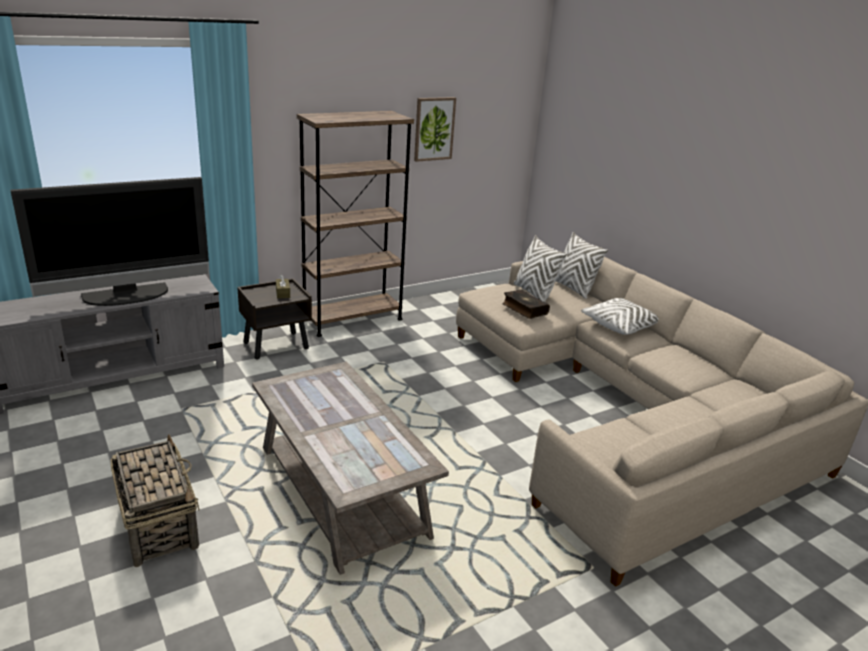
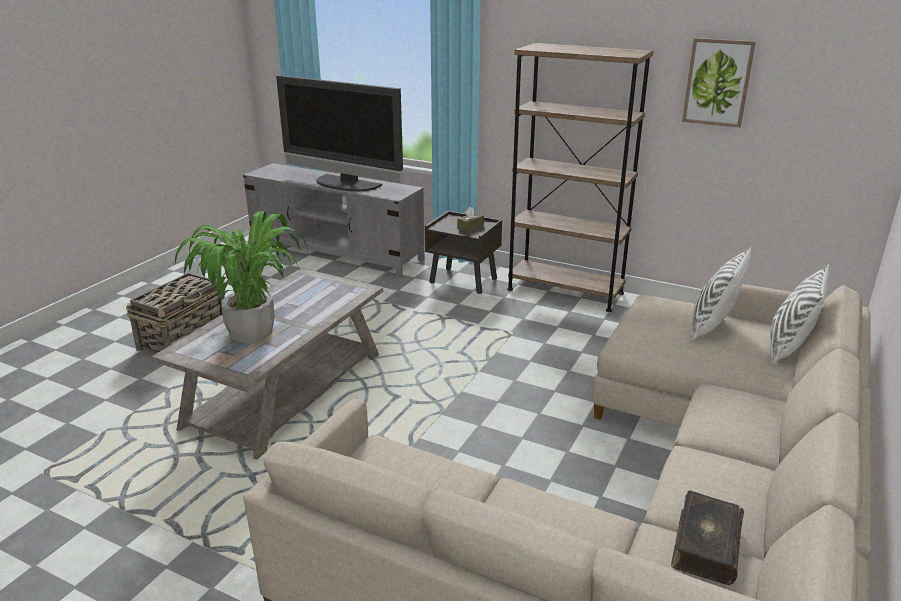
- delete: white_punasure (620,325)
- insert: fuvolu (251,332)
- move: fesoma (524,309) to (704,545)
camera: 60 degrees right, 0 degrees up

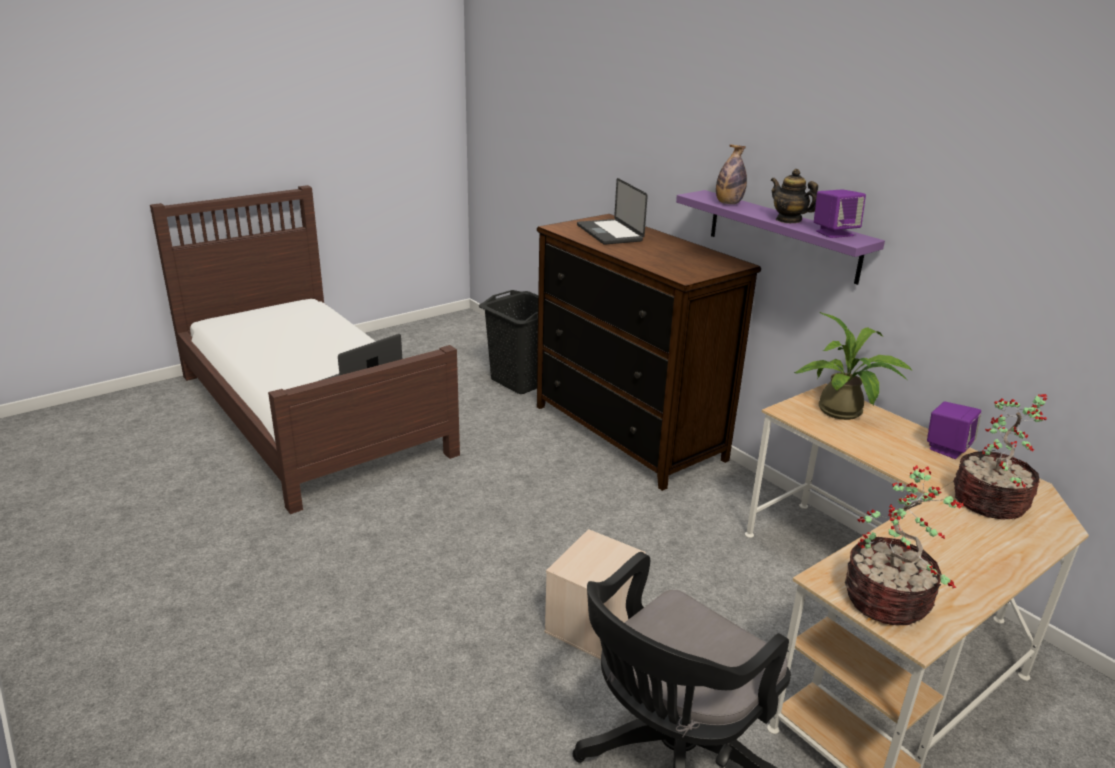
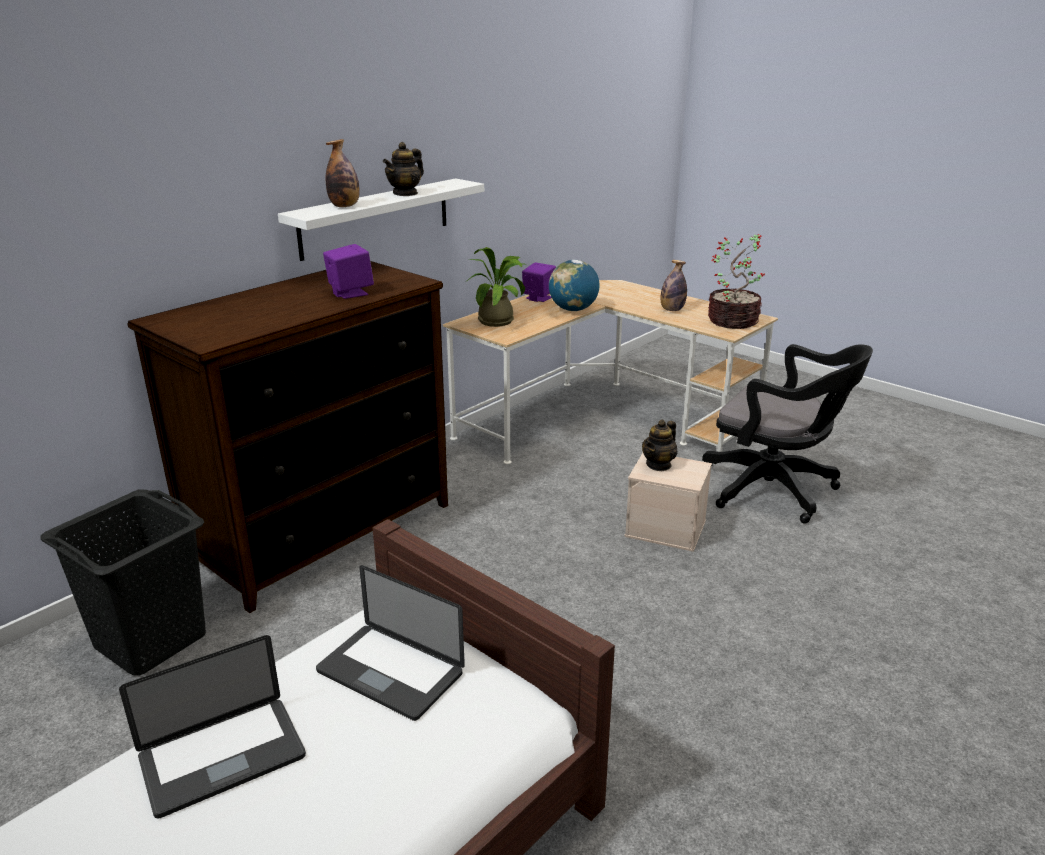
- delete: fuvolu (989,503)
- insert: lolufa (573,309)
- insert: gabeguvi (659,465)
- insert: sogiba (672,310)
- move: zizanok (609,233) to (222,757)
- move: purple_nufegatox (834,233) to (350,293)
- recolor: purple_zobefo (782,235) to white_zobefo (376,218)
camera: 100 degrees left, 0 degrees up

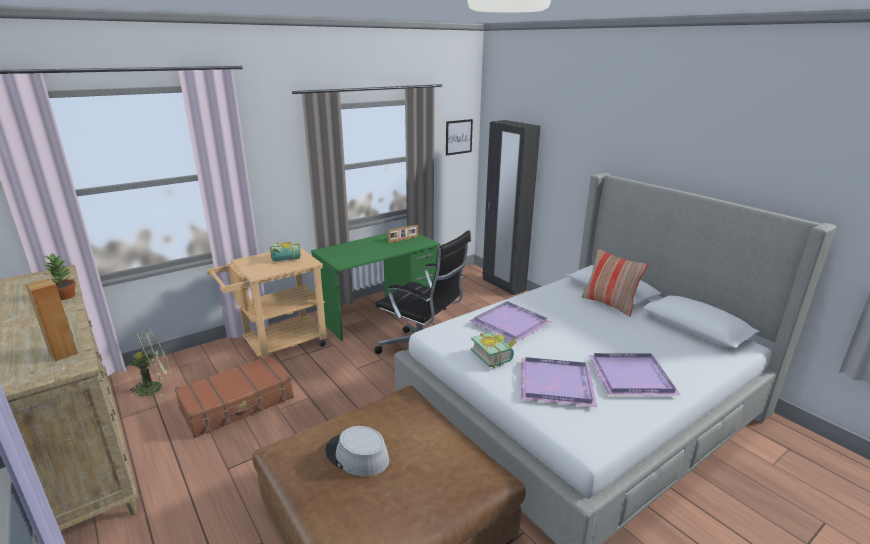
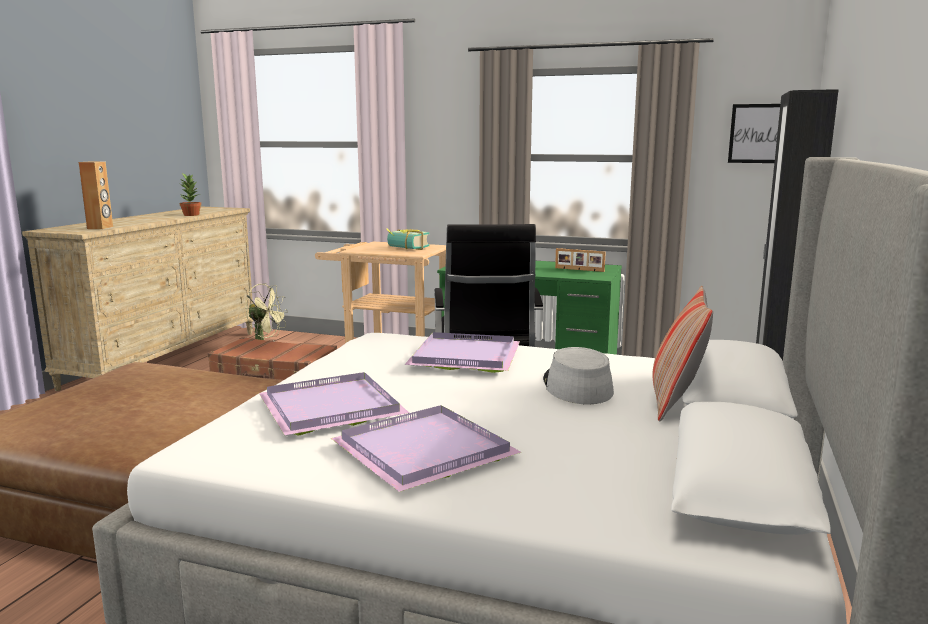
- delete: fesoma (495,356)
- move: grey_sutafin (357,456) to (576,386)
camera: 55 degrees right, 10 degrees down

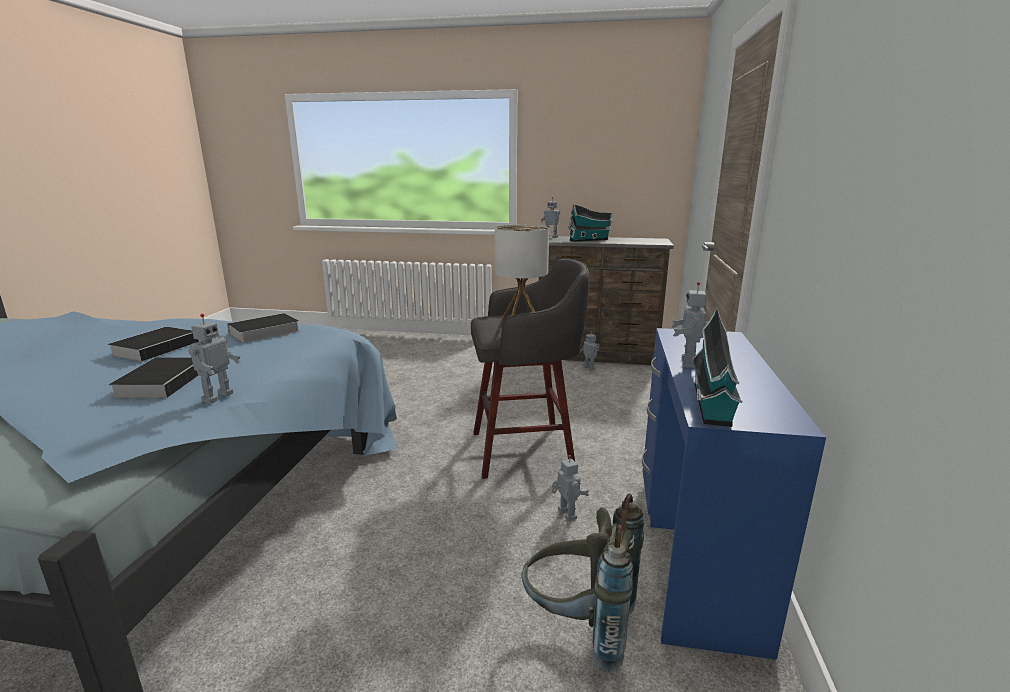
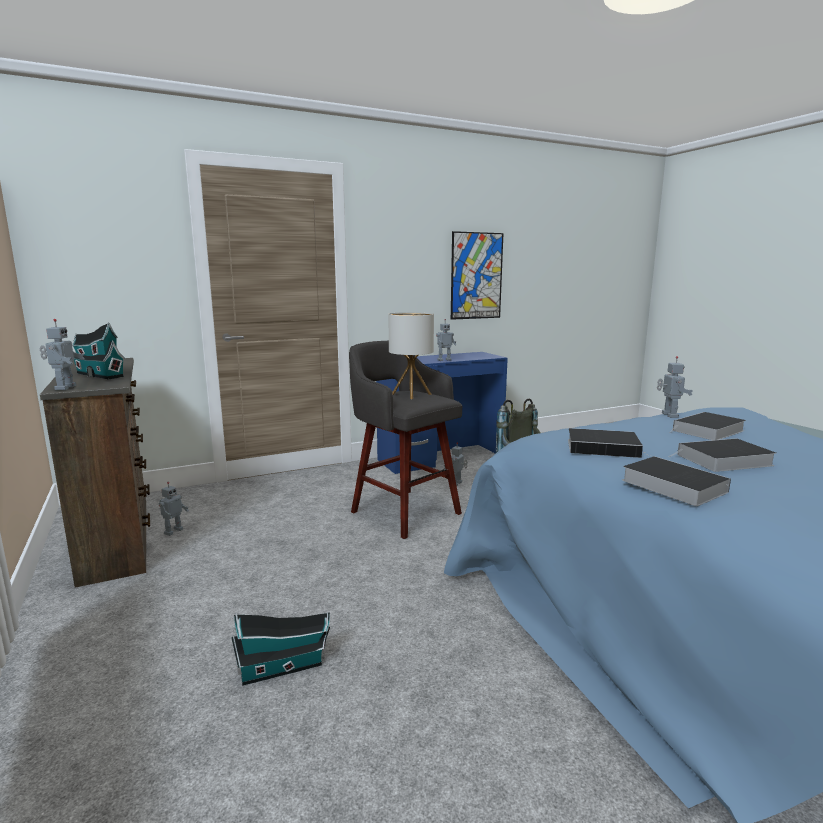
- insert: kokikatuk (476,276)
- insert: fesoma (670,485)
- move: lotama (712,405) to (284,667)
- rotate: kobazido (216,397) = (668,415) 105 degrees clockwise
camera: 125 degrees left, 5 degrees down

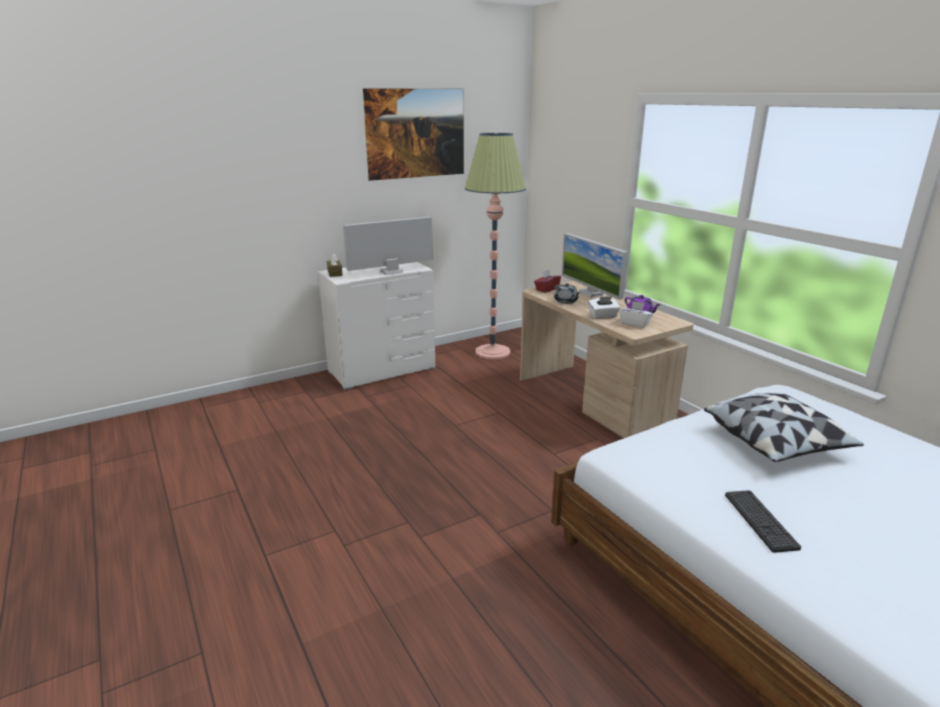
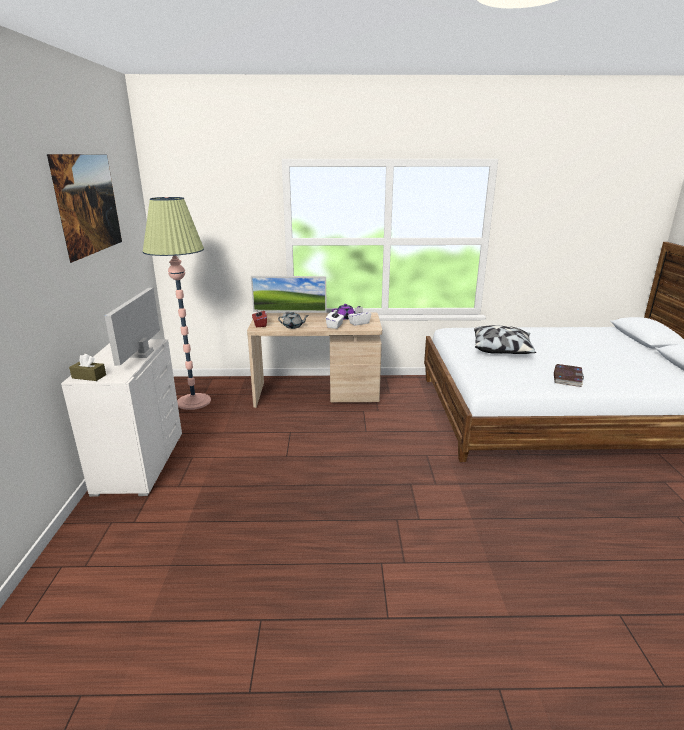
- replace: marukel (760,520) to fesoma (567,377)
camera: 60 degrees left, 0 degrees up

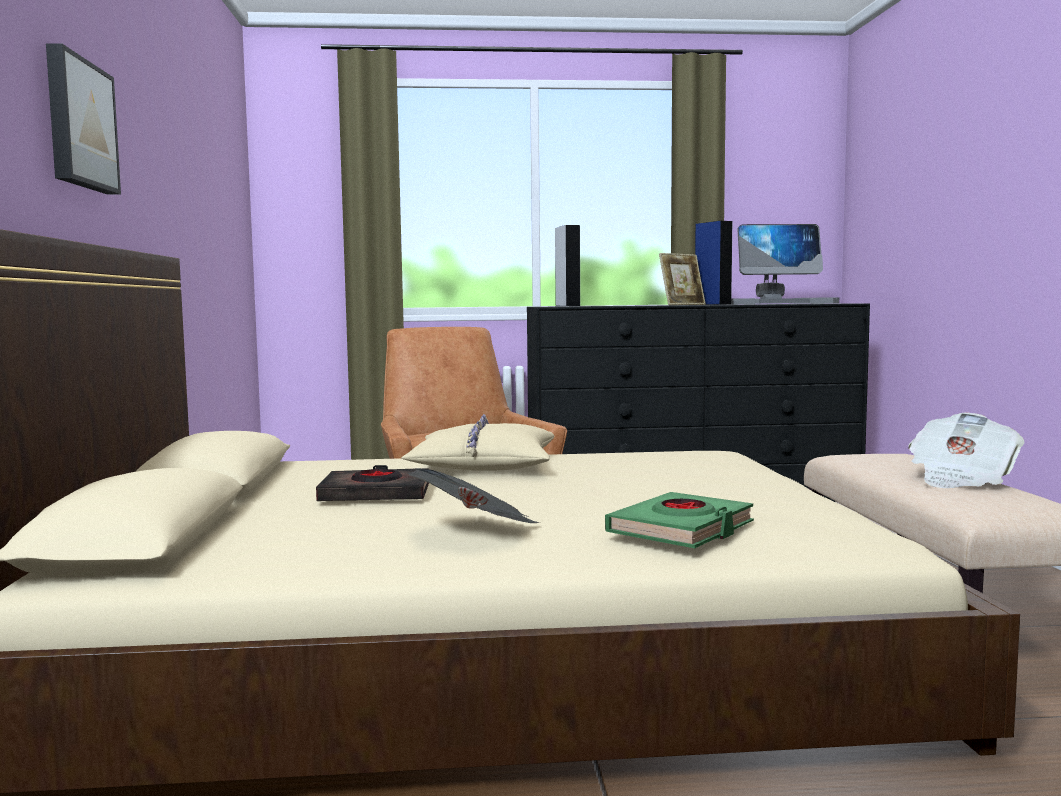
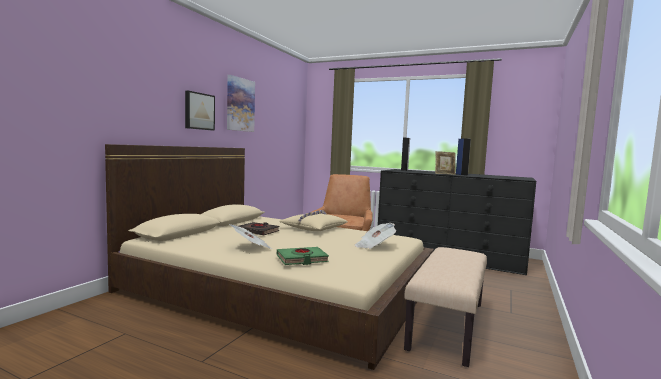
- delete: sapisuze (776,303)
- insert: kokikatuk (240,104)
- move: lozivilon (960,479) to (374,246)
camera: 30 degrees right, 0 degrees up

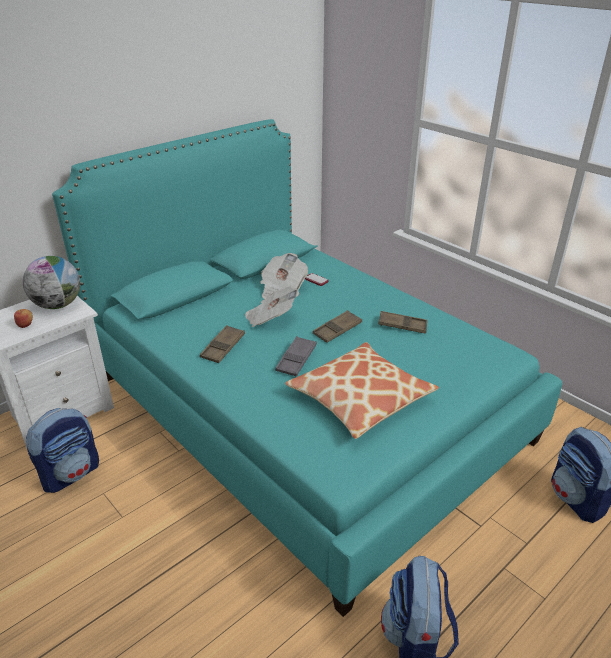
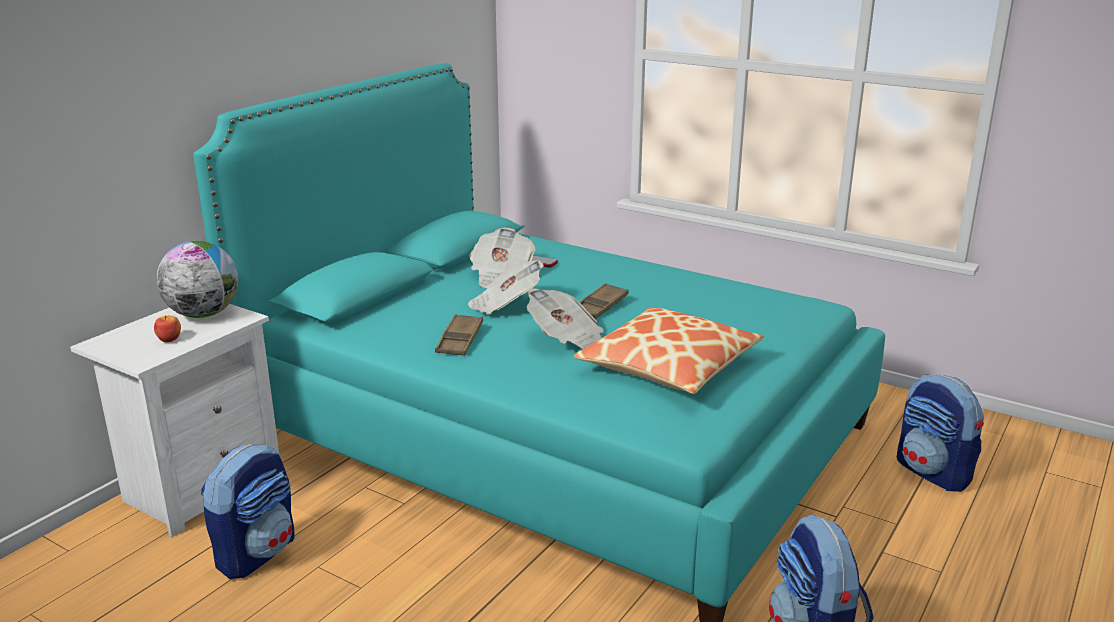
- delete: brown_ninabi (402,325)
- replace: grey_ninabi (296,359) to lozivilon (566,339)
camera: 15 degrees left, 10 degrees down

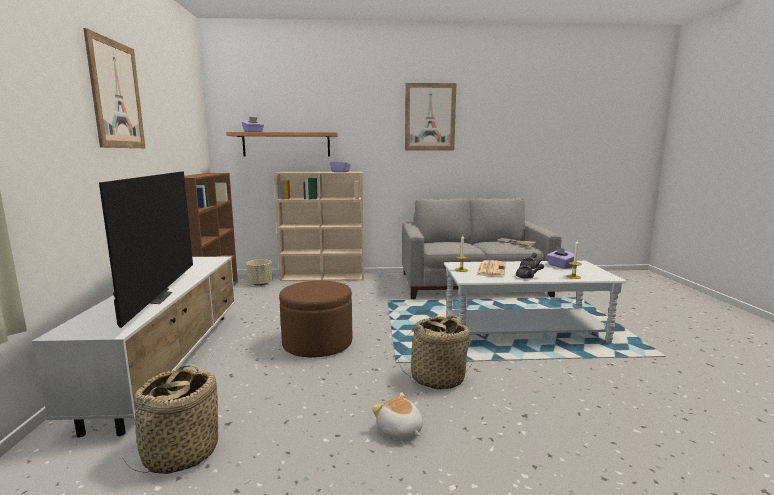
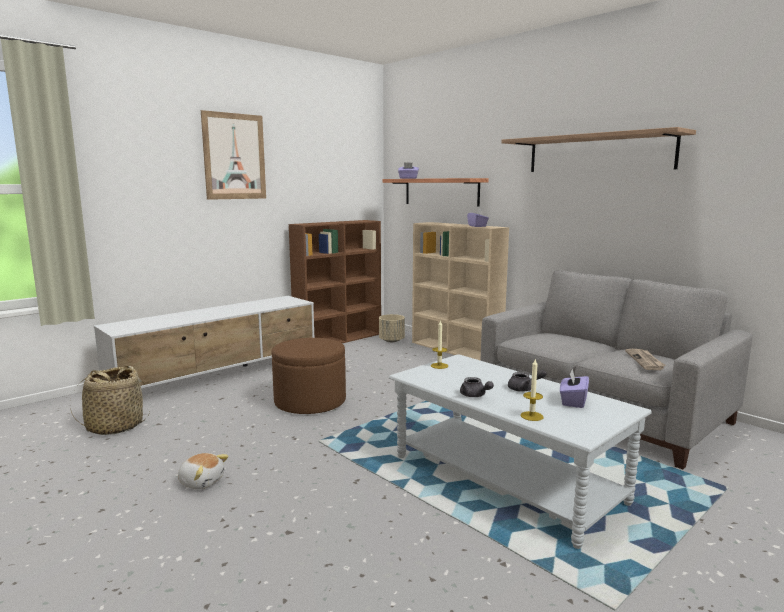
- delete: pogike (153,298)
- delete: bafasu (437,378)
- delete: lozivilon (491,269)
- replace: kokikatuk (430,117) to zobefo (598,153)
- rotate: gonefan (399,431) = (201,482) 105 degrees clockwise
camera: 50 degrees right, 0 degrees up

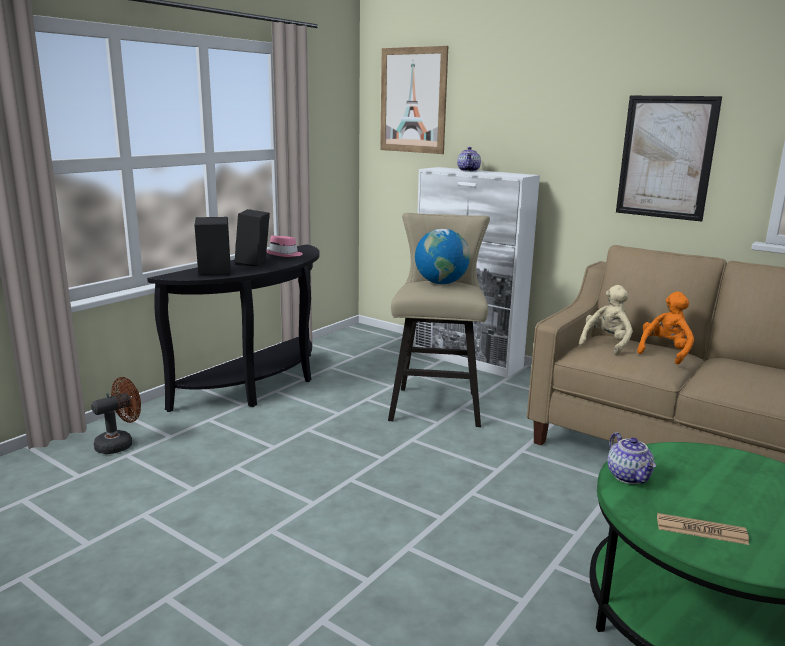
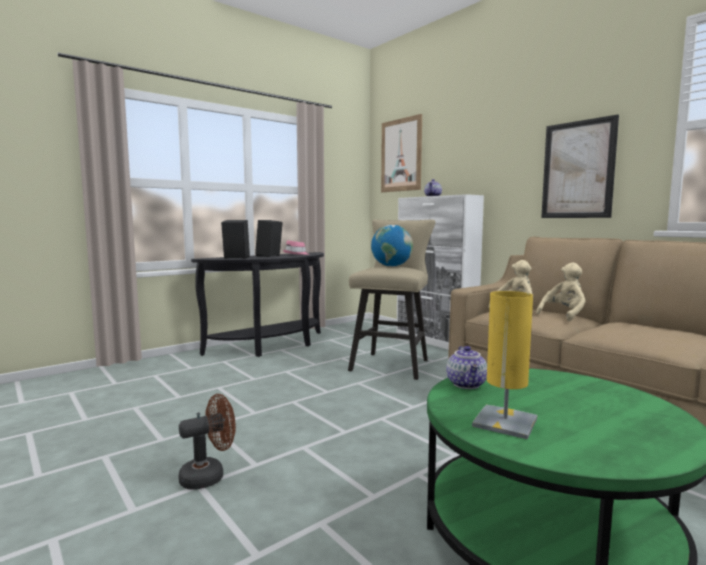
- move: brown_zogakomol (120,444) to (209,476)
- replace: lozivilon (701,530) to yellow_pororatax (505,422)
- recolor: orange_gonefan (665,352) to beige_gonefan (563,315)
camera: 15 degrees right, 10 degrees down

